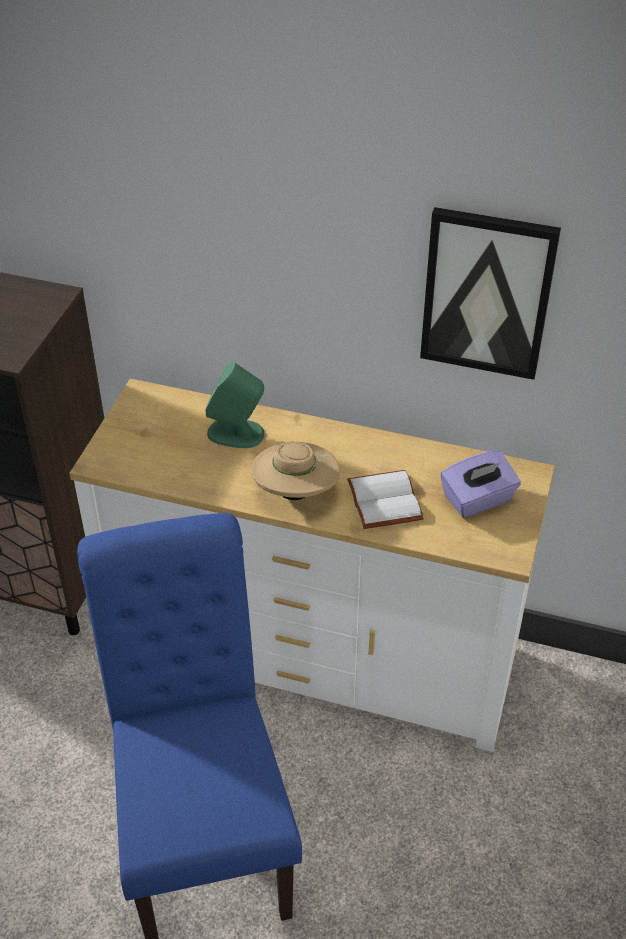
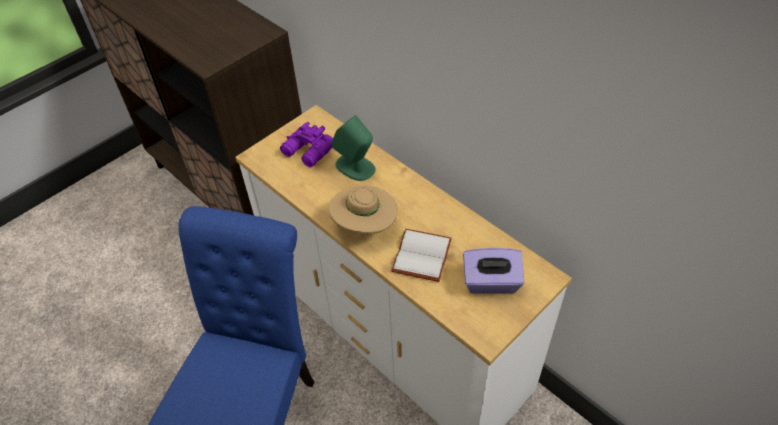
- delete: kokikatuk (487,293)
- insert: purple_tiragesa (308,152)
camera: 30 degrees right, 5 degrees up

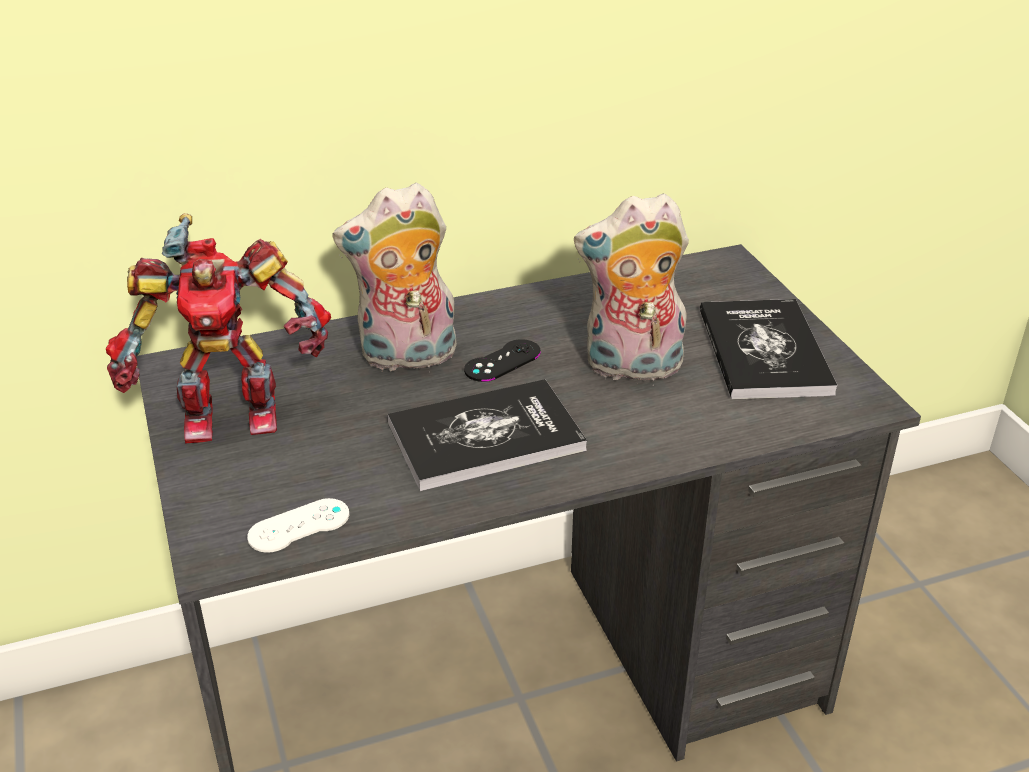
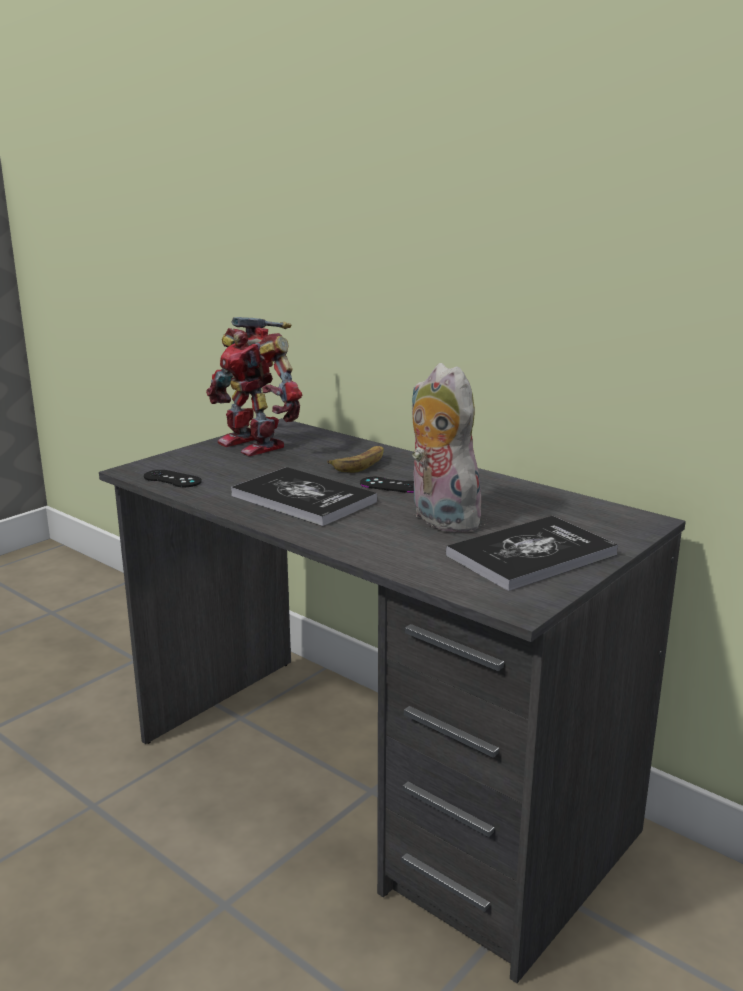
- replace: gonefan (407,358) to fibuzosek (360,464)
- recolor: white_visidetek (299,526) to black_visidetek (172,479)
camera: 60 degrees right, 15 degrees down

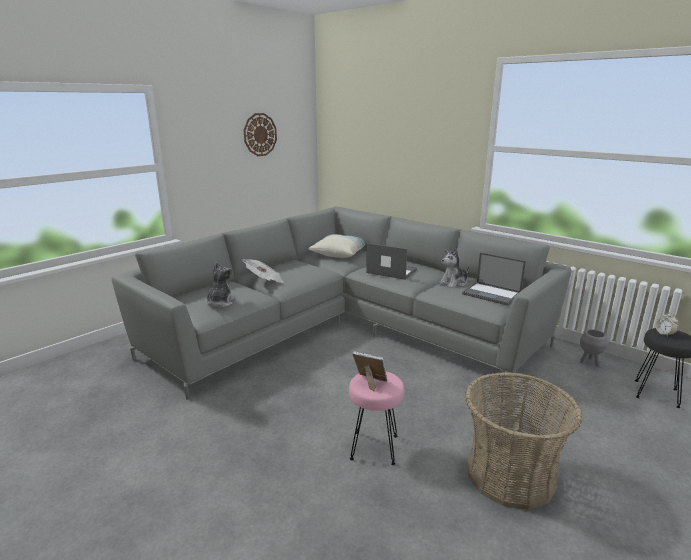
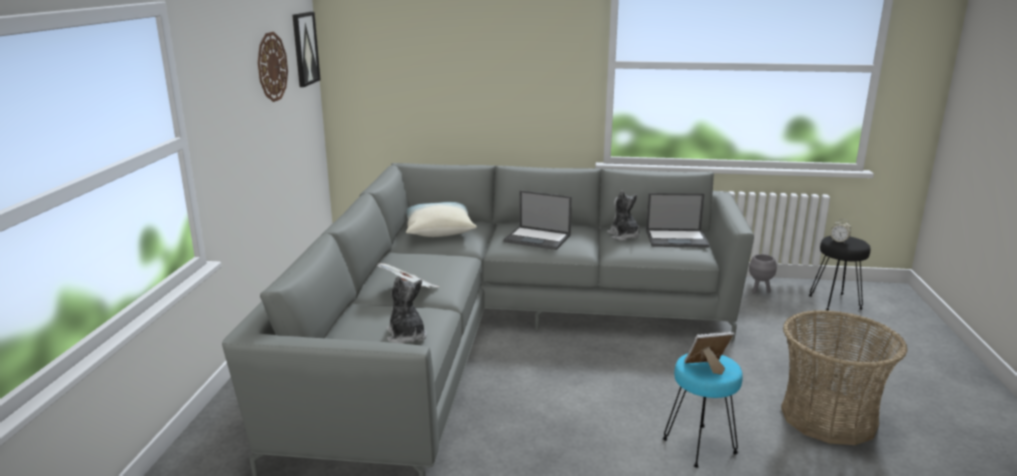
- insert: kokikatuk (305,48)
- recolor: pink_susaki (375,448) to turquoise_susaki (700,446)
- rotate: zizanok (391,271) = (538,238) 150 degrees counterclockwise
- rotate: gonefan (454,283) = (624,236) 135 degrees clockwise
camera: 35 degrees left, 0 degrees up

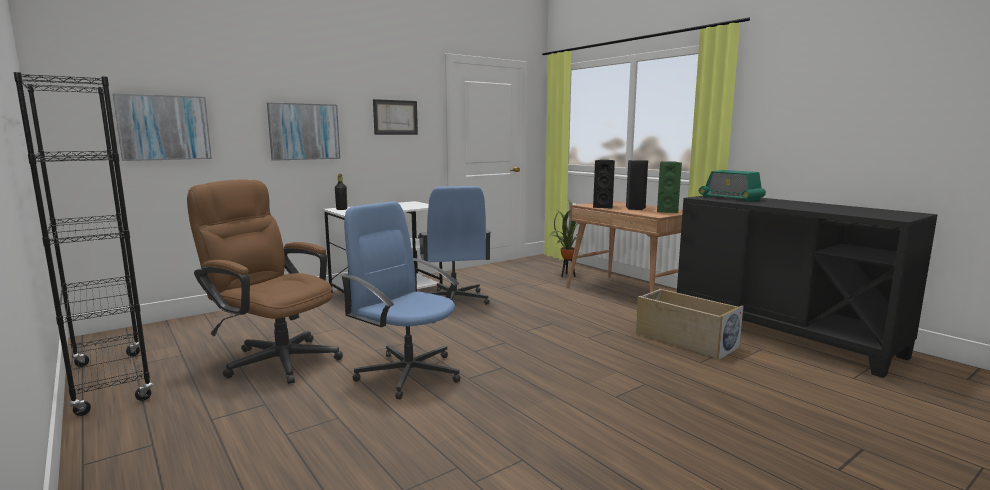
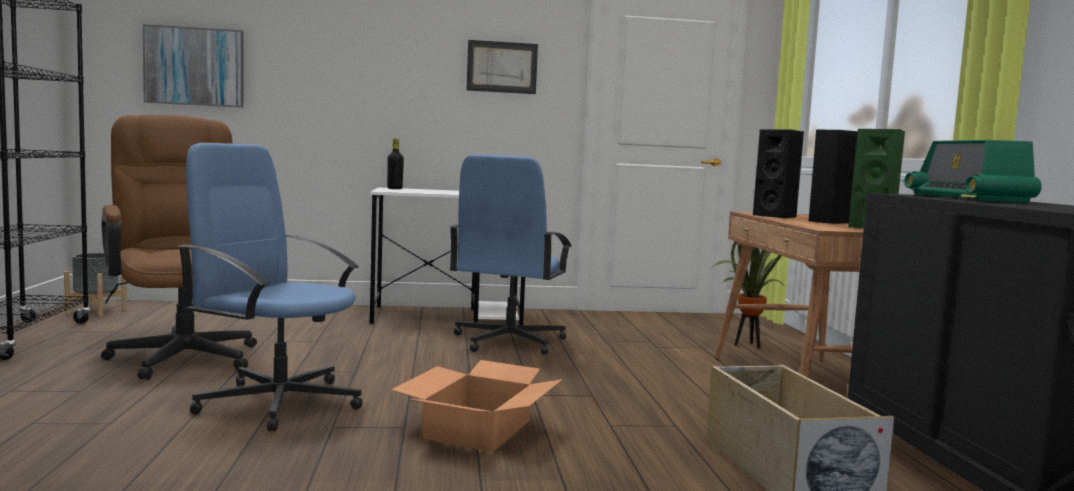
- delete: kokikatuk (304,131)
- insert: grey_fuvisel (96,311)
- insert: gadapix (477,429)
- rotate: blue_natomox (408,373) = (278,402) 45 degrees counterclockwise
camera: 30 degrees right, 5 degrees down

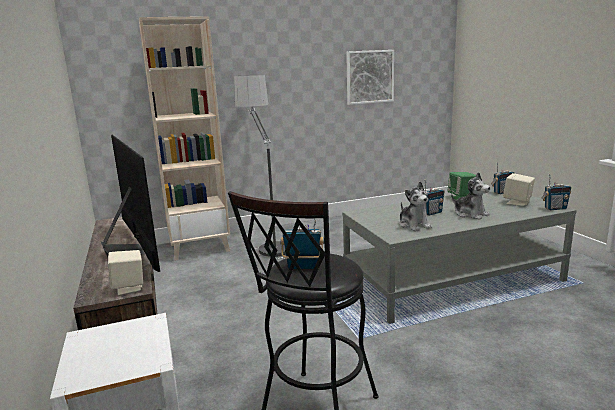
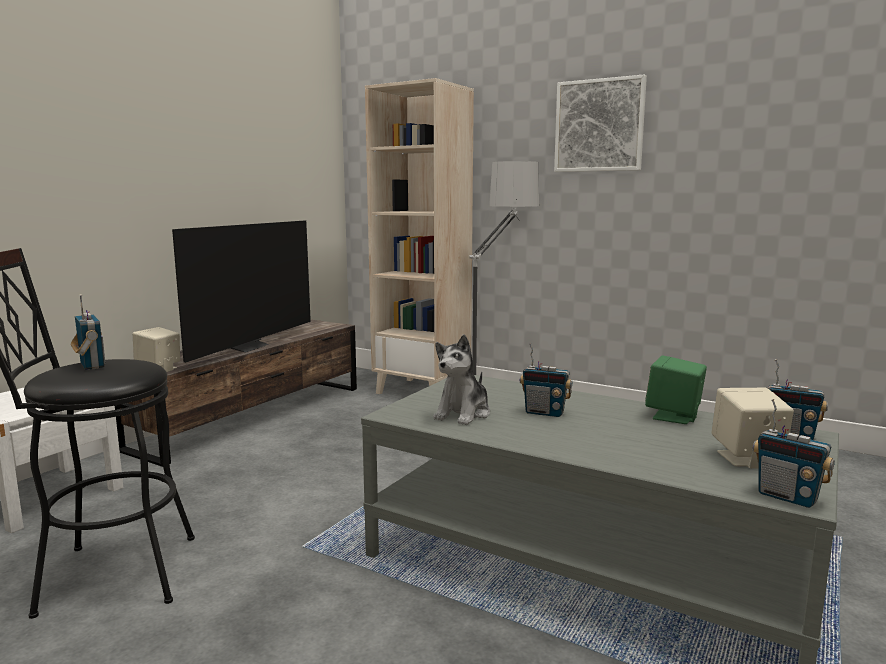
- delete: gonefan (470,214)
- move: kokikatuk (369,77) to (599,125)
camera: 50 degrees right, 5 degrees down

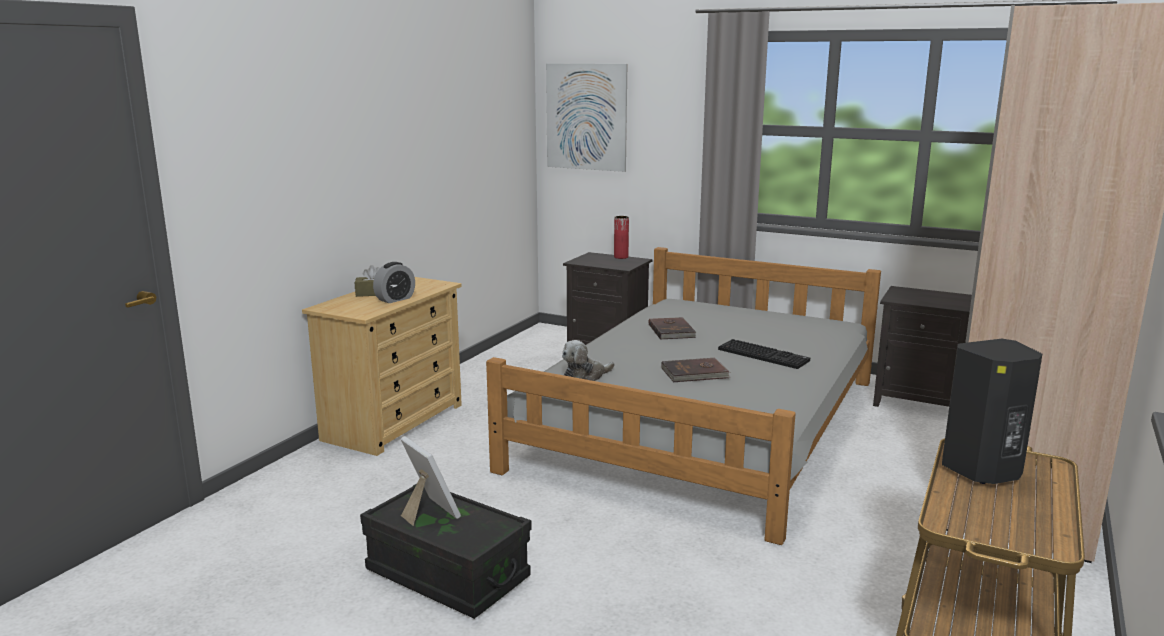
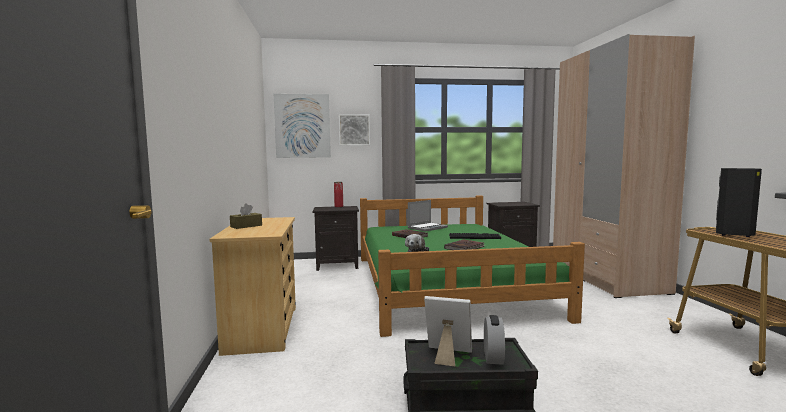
- insert: kokikatuk (354,130)
- insert: zizanok (427,228)
- move: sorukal (395,299) to (493,357)
- recolor: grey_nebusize (703,423) to green_nebusize (445,284)
camera: 35 degrees left, 10 degrees down

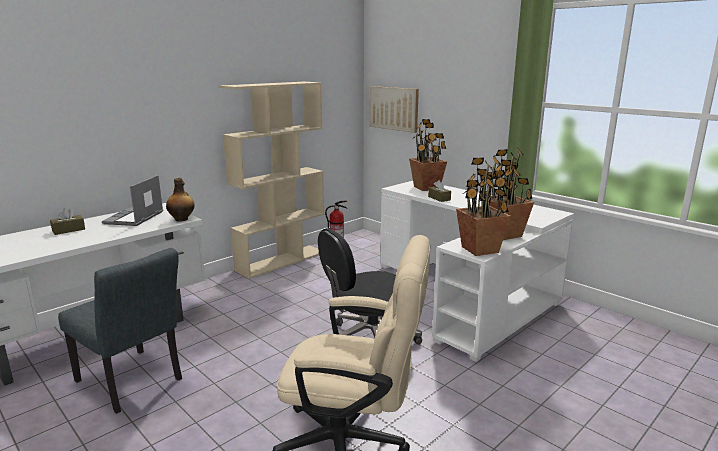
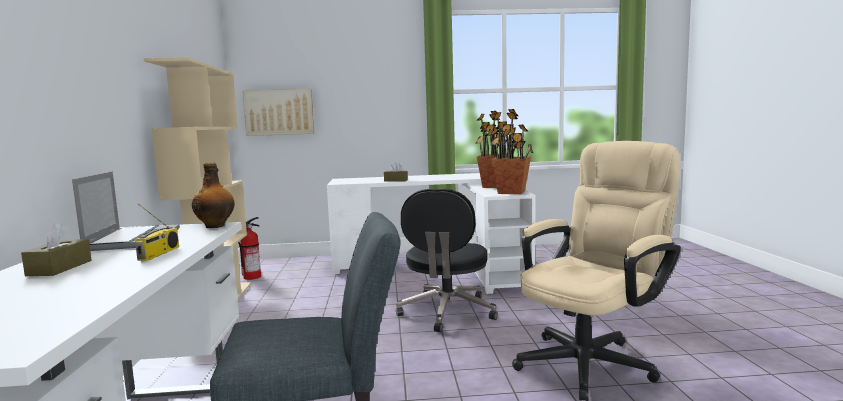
- delete: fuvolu (427,188)
- insert: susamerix (159,254)
- rotate: zizanok (134,218) = (133,240) 150 degrees counterclockwise
camera: 50 degrees left, 10 degrees down

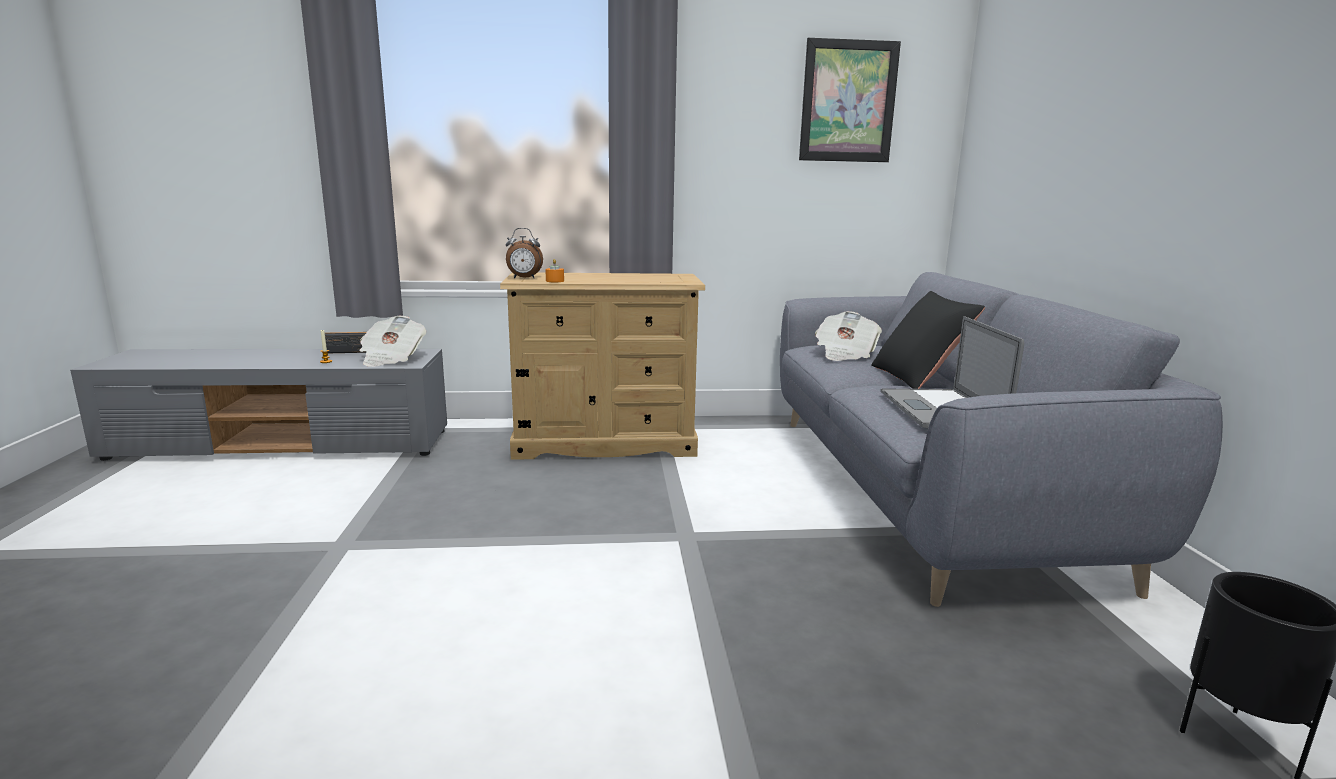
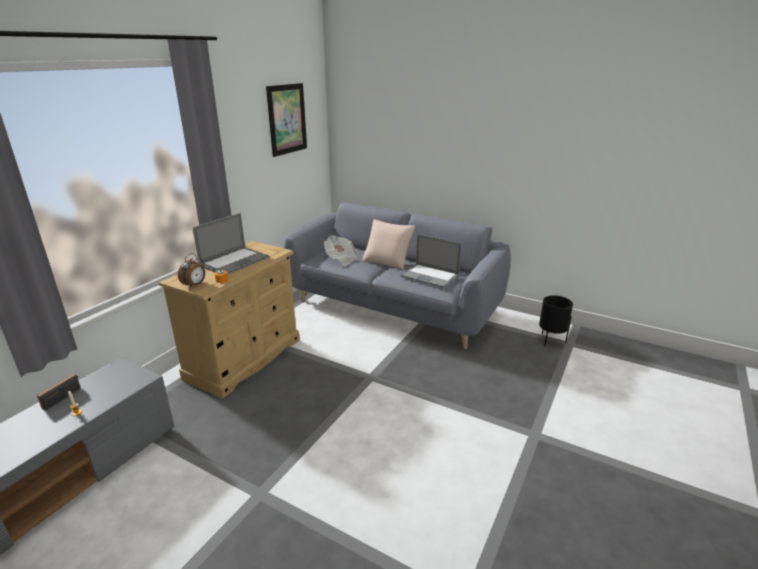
- delete: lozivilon (391,359)
- insert: zizanok (235,261)
- recolor: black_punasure (918,377) to beige_punasure (388,261)
camera: 55 degrees left, 10 degrees up

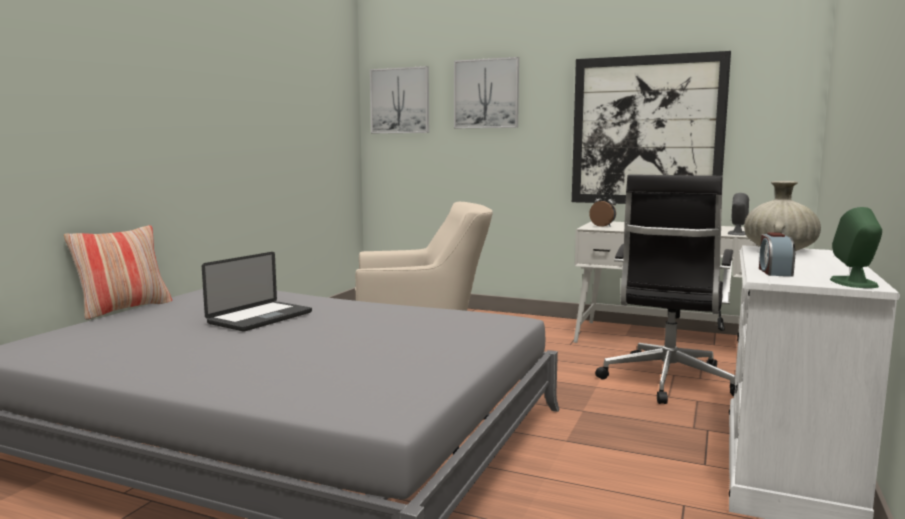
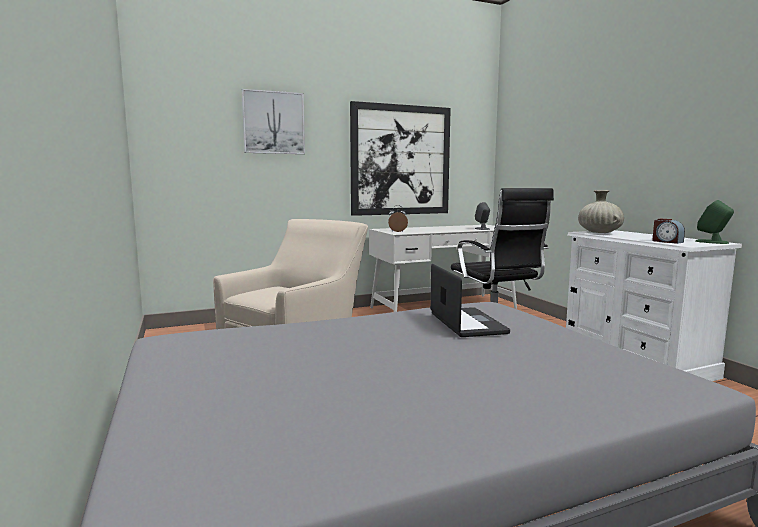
- delete: punasure (124,309)
- delete: kokikatuk (400,101)
- move: zizanok (260,318) to (467,323)
camera: 45 degrees left, 0 degrees up

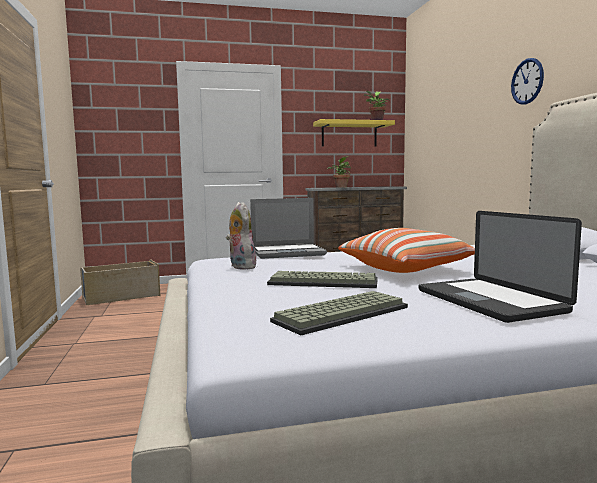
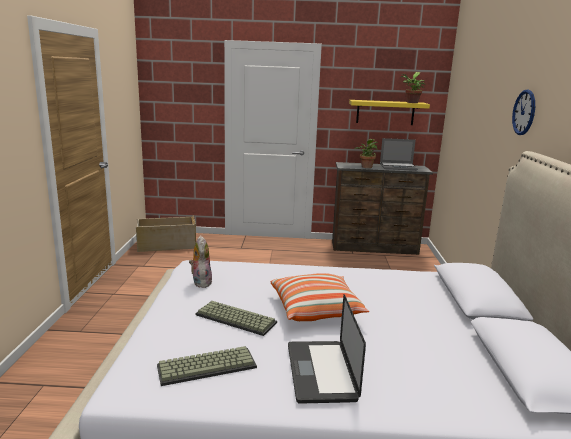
- move: zizanok (288,253) to (398,167)
camera: 15 degrees right, 10 degrees up

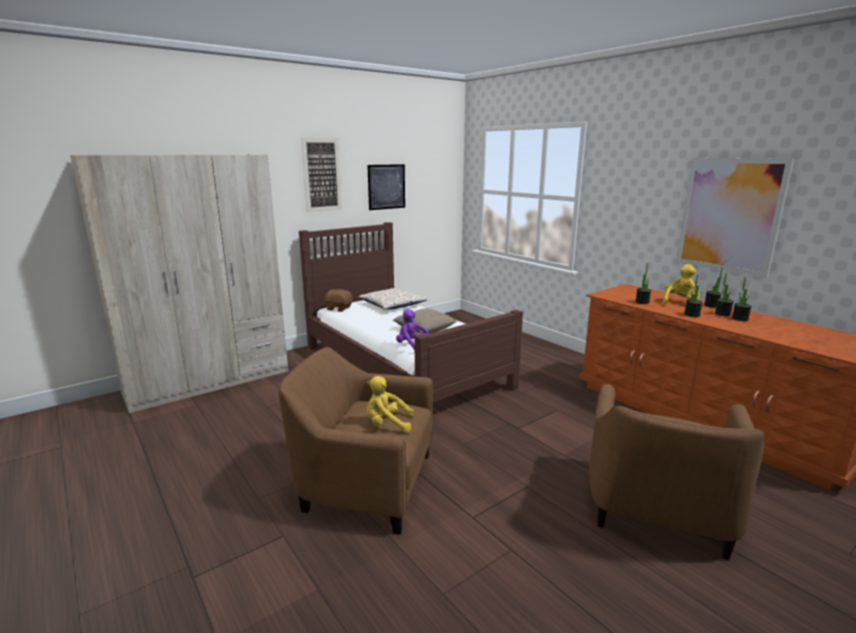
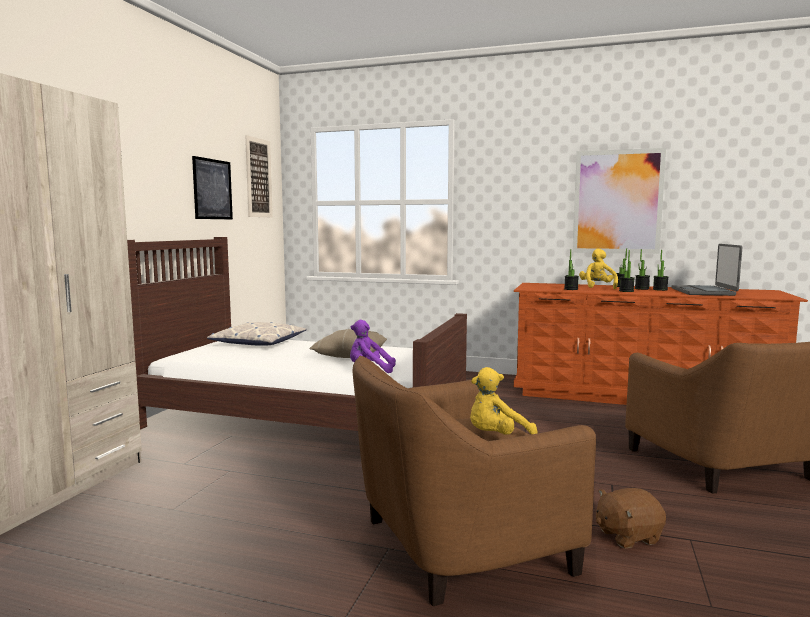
- insert: zizanok (703,292)
- move: kokikatuk (322,175) to (258,178)
- move: brown_gonefan (339,308) to (627,536)
camera: 35 degrees left, 10 degrees down

